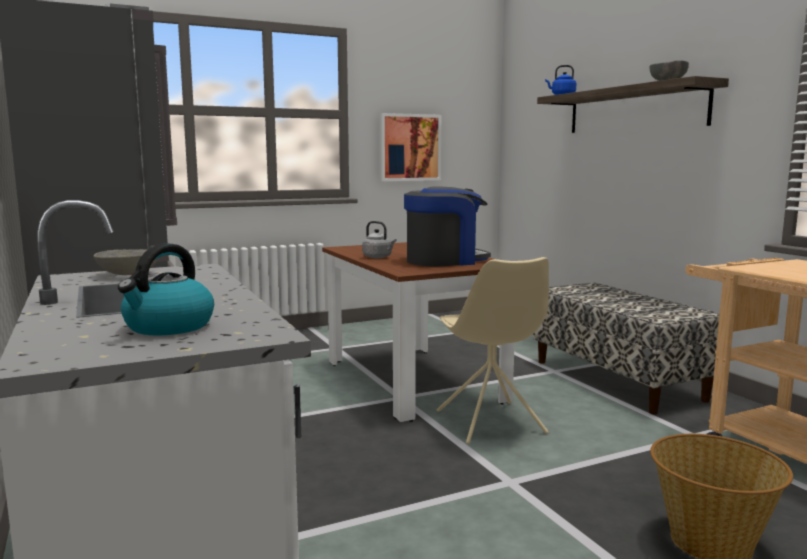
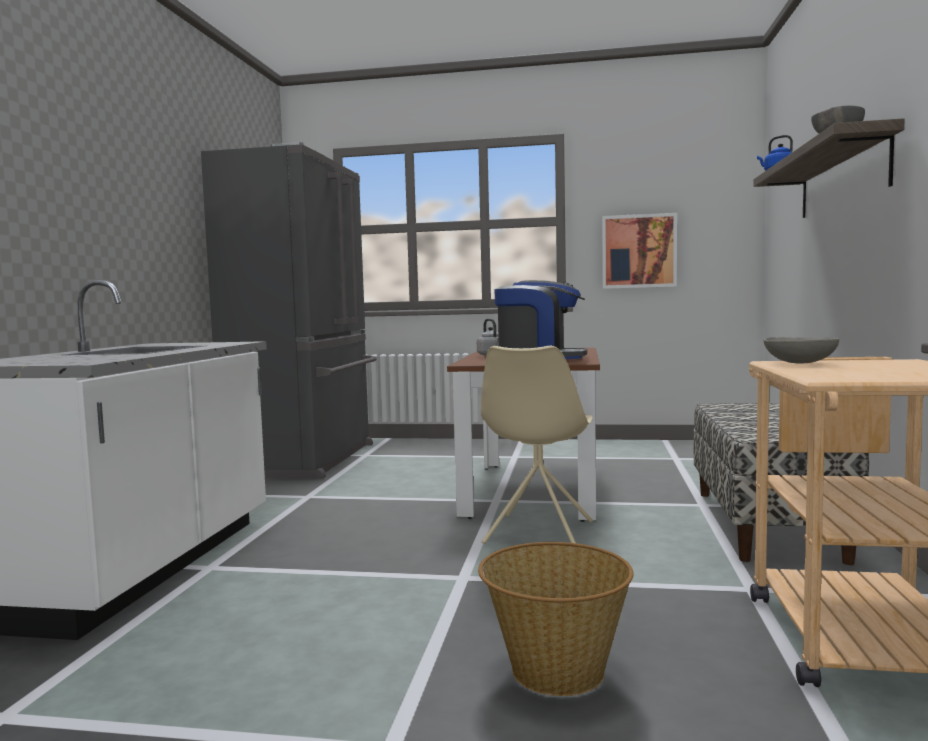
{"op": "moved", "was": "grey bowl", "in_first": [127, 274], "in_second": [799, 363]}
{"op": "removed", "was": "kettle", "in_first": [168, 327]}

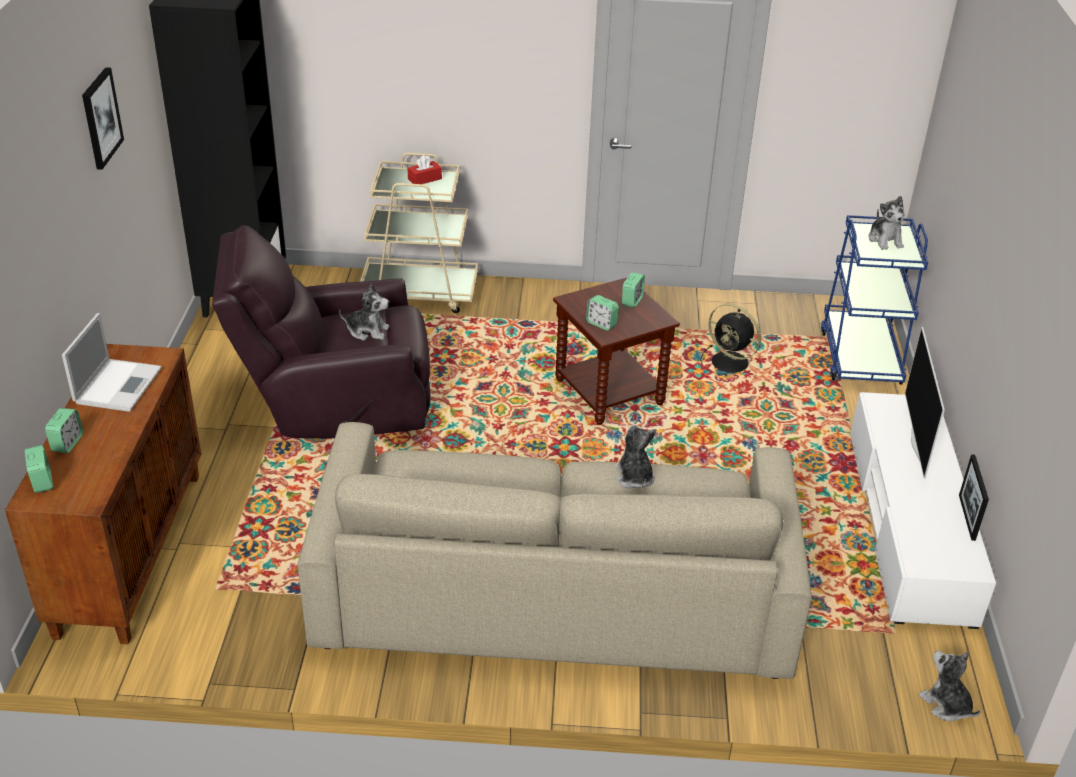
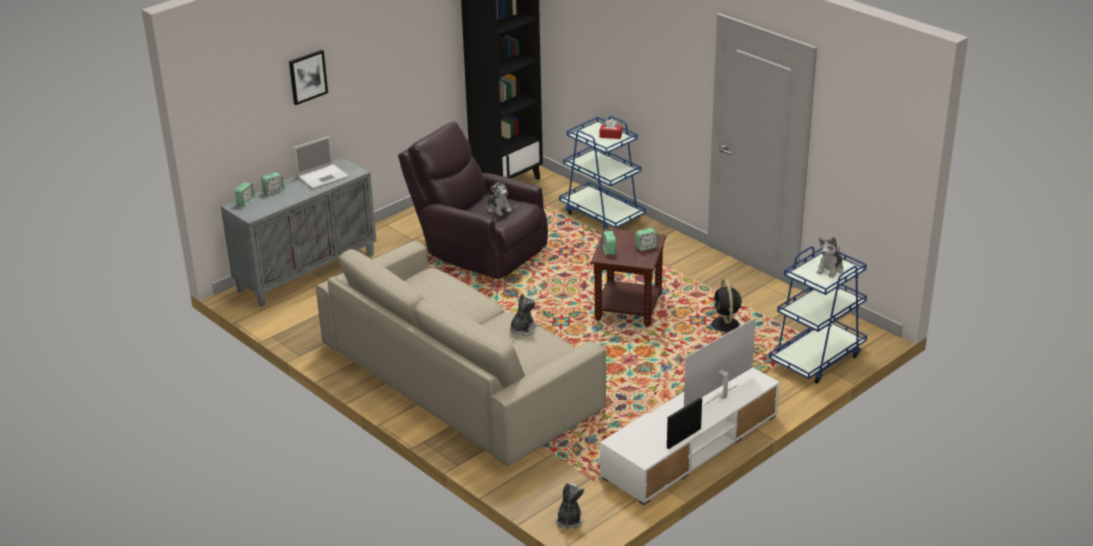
{"op": "recoloured", "was": "brown cabinet", "now": "grey cabinet", "in_first": [129, 551], "in_second": [307, 272]}
{"op": "moved", "was": "picture", "in_first": [101, 118], "in_second": [307, 76]}
{"op": "recoloured", "was": "beige cart", "now": "blue cart", "in_first": [419, 293], "in_second": [602, 214]}

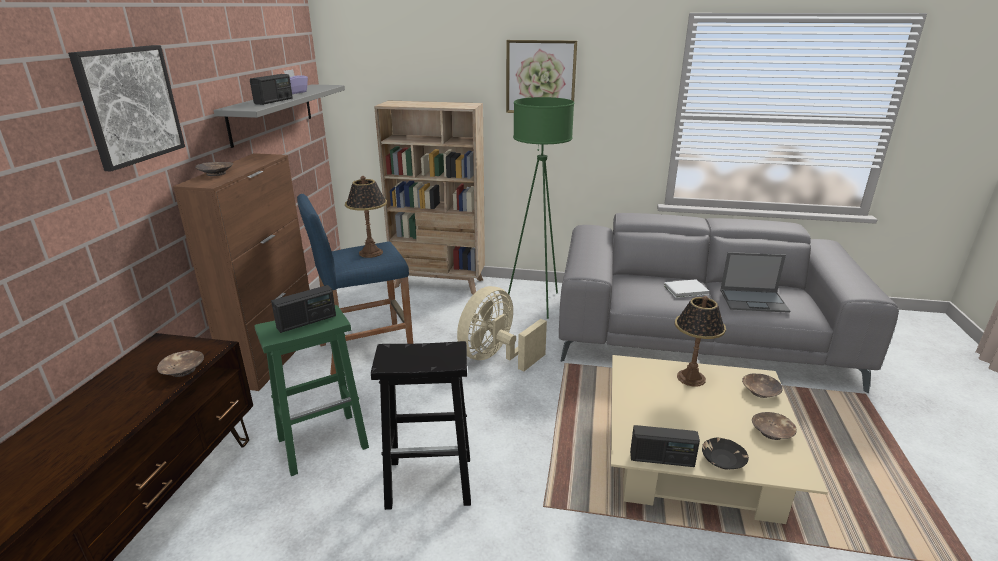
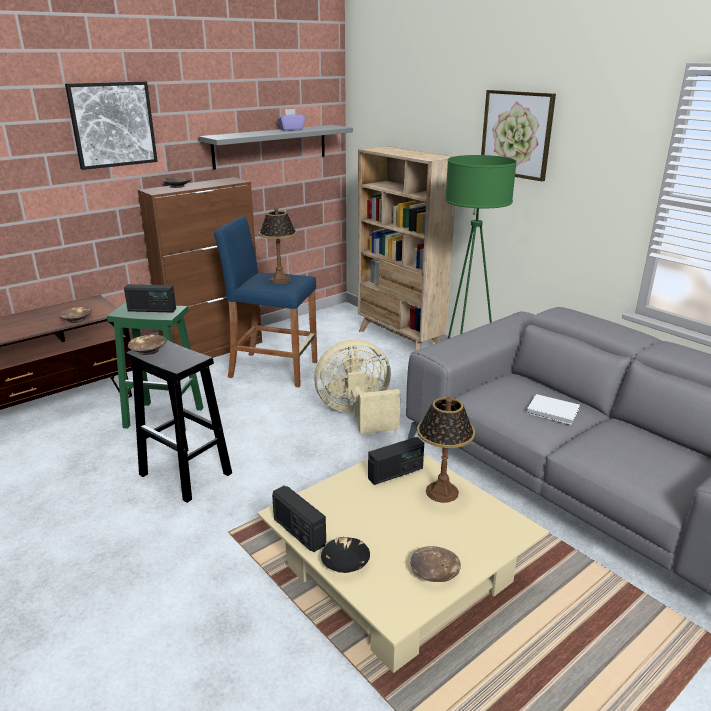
{"op": "moved", "was": "radio", "in_first": [274, 101], "in_second": [395, 473]}
{"op": "removed", "was": "laptop", "in_first": [754, 301]}
{"op": "moved", "was": "brown bowl", "in_first": [760, 391], "in_second": [149, 350]}

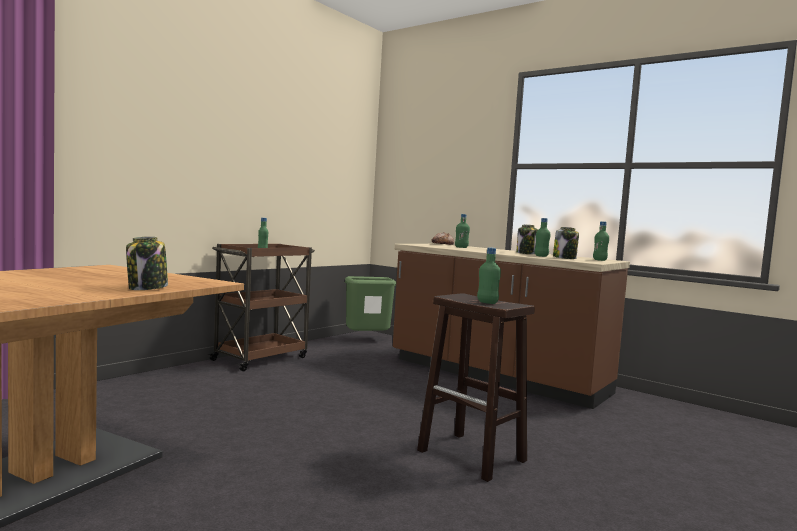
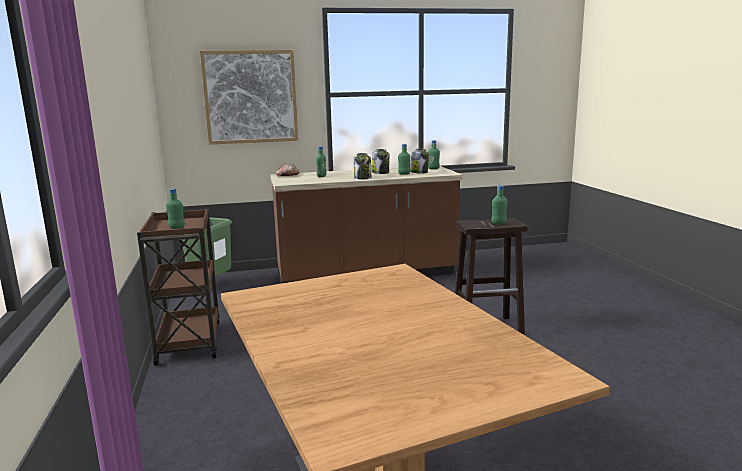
{"op": "moved", "was": "jar", "in_first": [147, 288], "in_second": [363, 178]}
{"op": "added", "now": "picture", "in_second": [250, 97]}

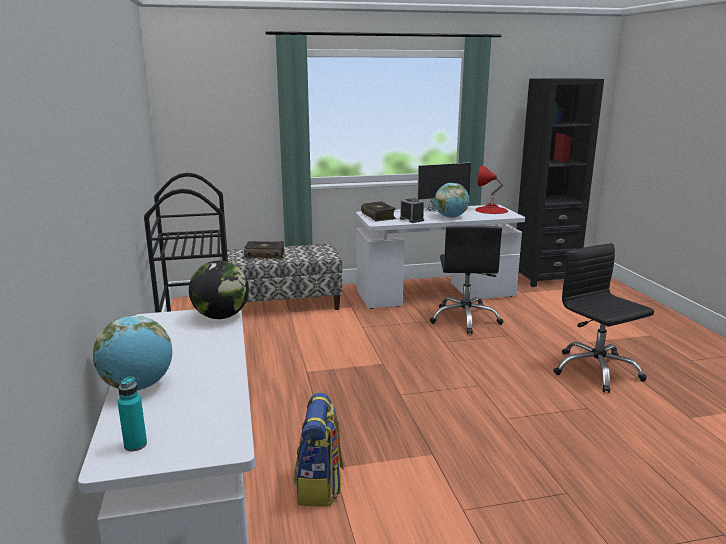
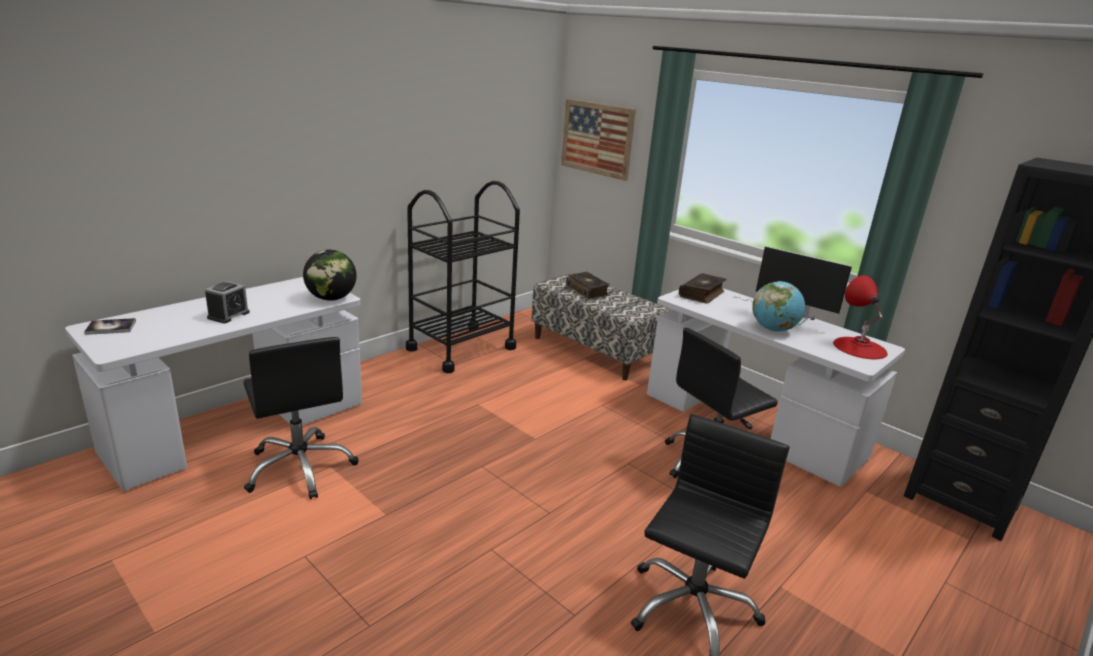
{"op": "removed", "was": "globe", "in_first": [138, 386]}
{"op": "replaced", "was": "turquoise bottle", "now": "book", "in_first": [135, 445], "in_second": [111, 327]}
{"op": "replaced", "was": "backpack", "now": "black office chair", "in_first": [320, 486], "in_second": [300, 468]}
{"op": "moved", "was": "alarm clock", "in_first": [411, 219], "in_second": [228, 315]}
{"op": "added", "now": "picture", "in_second": [597, 138]}

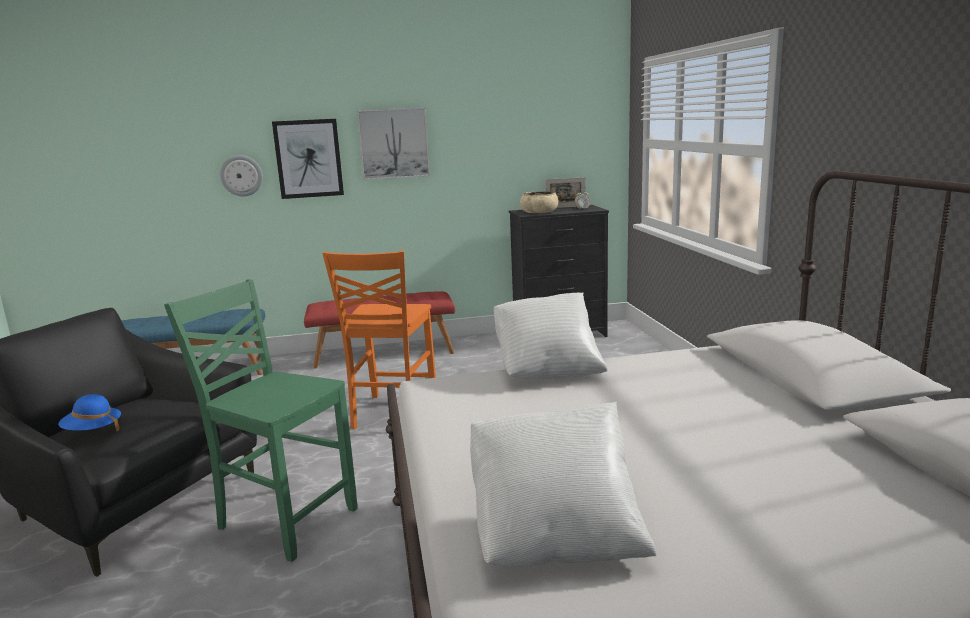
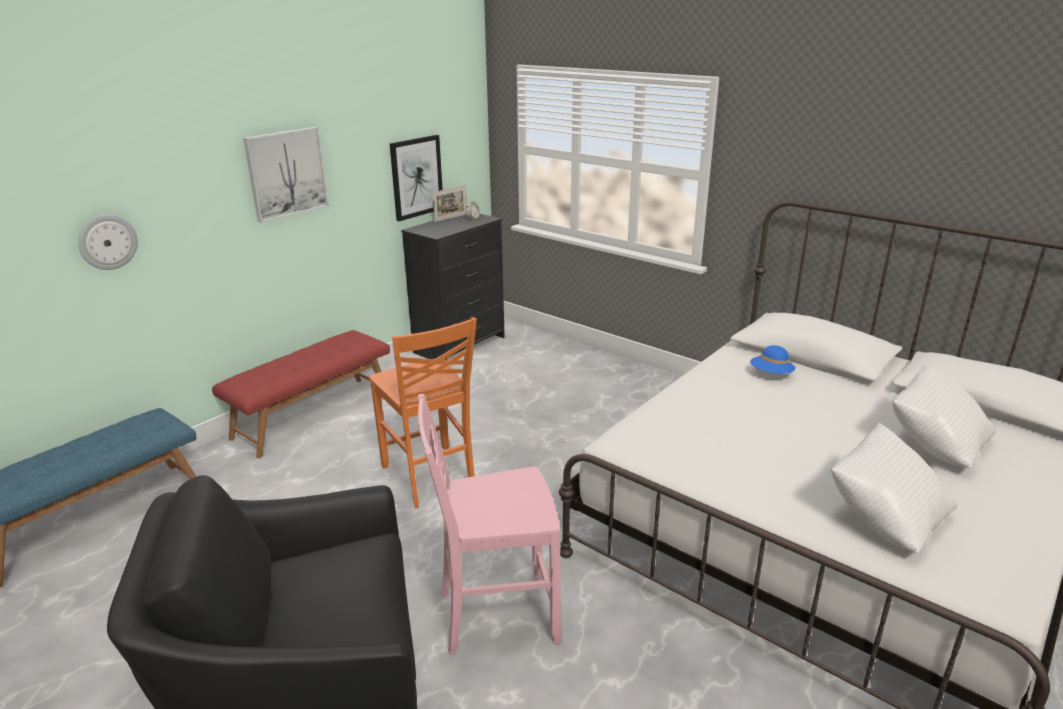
{"op": "moved", "was": "blue hat", "in_first": [93, 431], "in_second": [771, 374]}
{"op": "recoloured", "was": "green chair", "now": "pink chair", "in_first": [285, 519], "in_second": [495, 614]}
{"op": "moved", "was": "picture", "in_first": [308, 158], "in_second": [416, 177]}
{"op": "moved", "was": "white pillow", "in_first": [547, 369], "in_second": [935, 446]}
{"op": "removed", "was": "beige bowl", "in_first": [539, 212]}

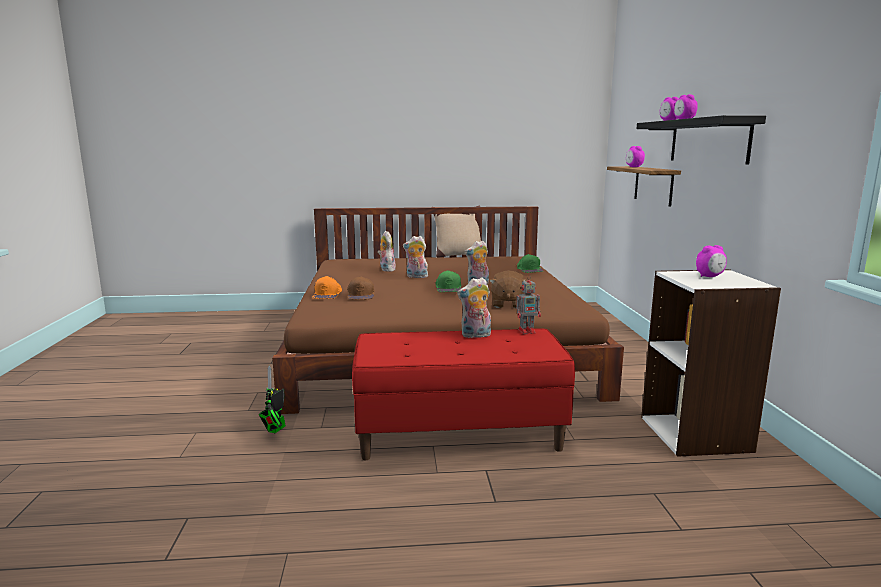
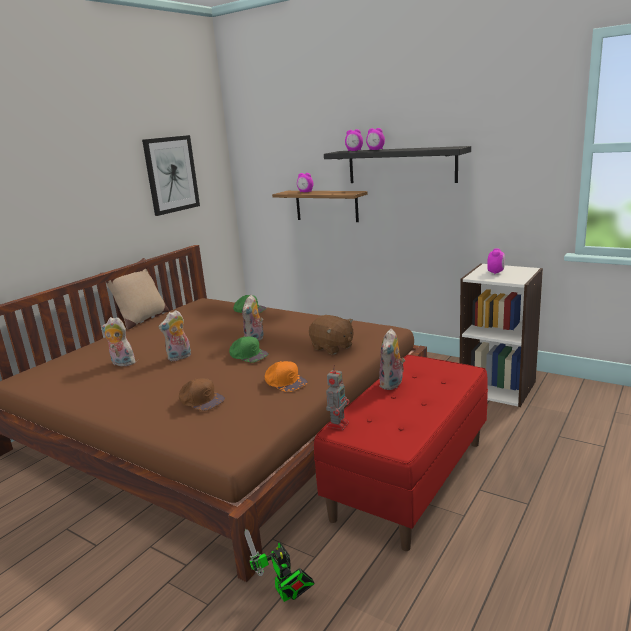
{"op": "moved", "was": "orange cap", "in_first": [328, 294], "in_second": [285, 382]}
{"op": "moved", "was": "toy robot", "in_first": [527, 331], "in_second": [338, 424]}
{"op": "added", "now": "picture", "in_second": [171, 174]}

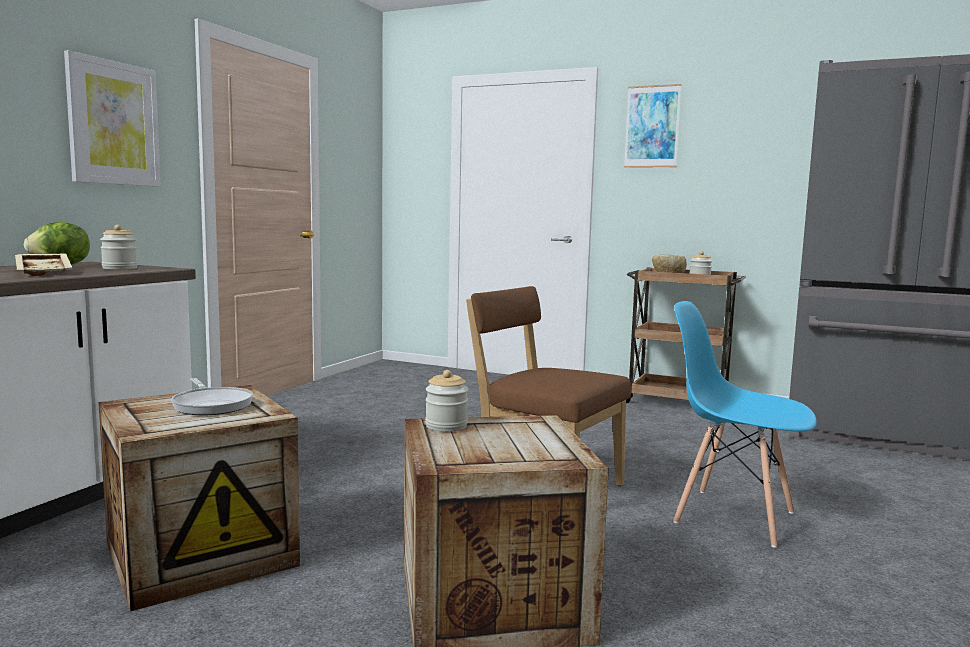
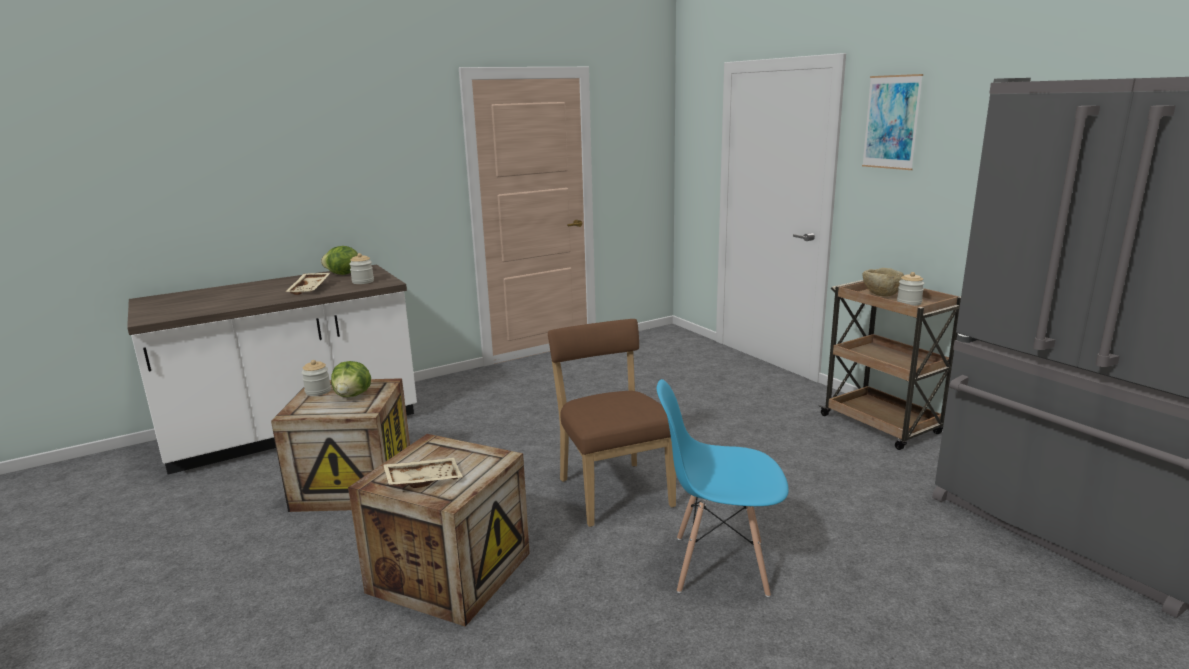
{"op": "removed", "was": "picture", "in_first": [113, 123]}
{"op": "replaced", "was": "frying pan", "now": "lettuce", "in_first": [212, 405], "in_second": [353, 395]}
{"op": "moved", "was": "jar", "in_first": [446, 426], "in_second": [318, 391]}
{"op": "turned", "was": "blue chair", "in_first": [733, 516], "in_second": [719, 565], "clockwise": -60}
{"op": "added", "now": "beige tray", "in_second": [423, 479]}

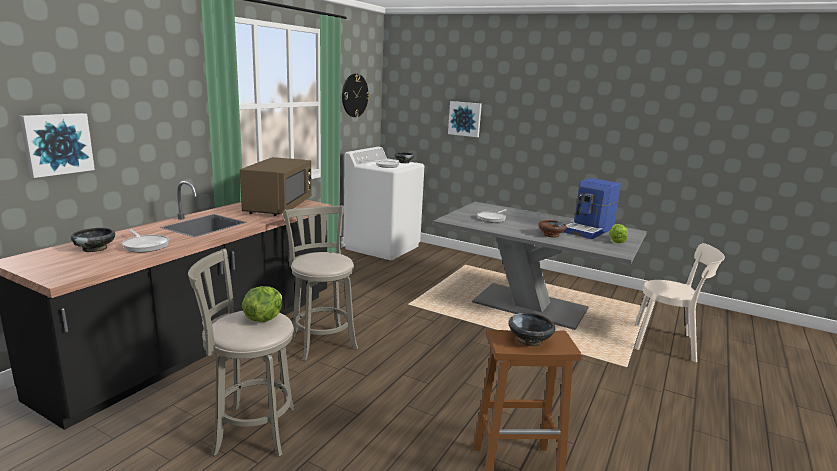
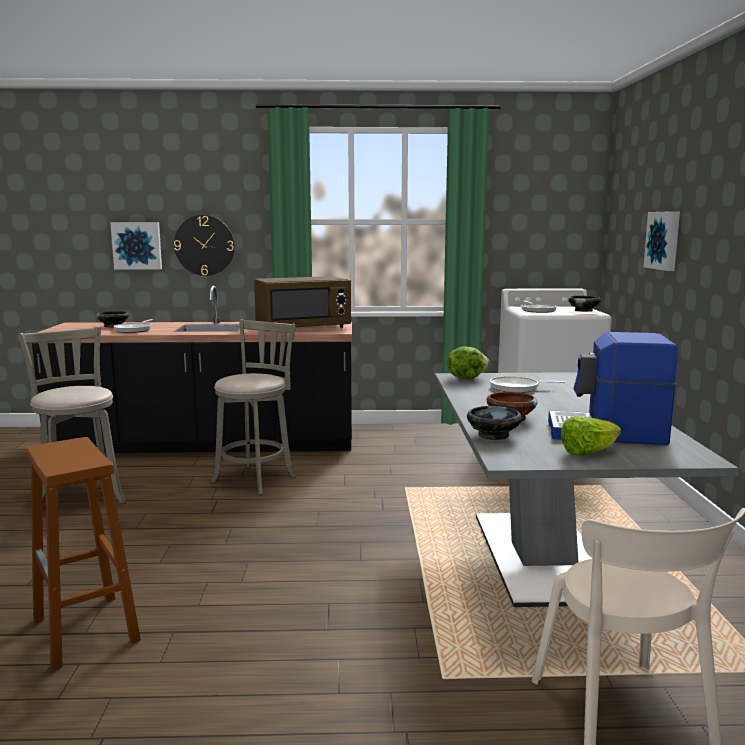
{"op": "moved", "was": "lettuce", "in_first": [263, 318], "in_second": [466, 378]}
{"op": "moved", "was": "wall clock", "in_first": [354, 95], "in_second": [204, 245]}
{"op": "moved", "was": "black bowl", "in_first": [529, 340], "in_second": [493, 435]}

